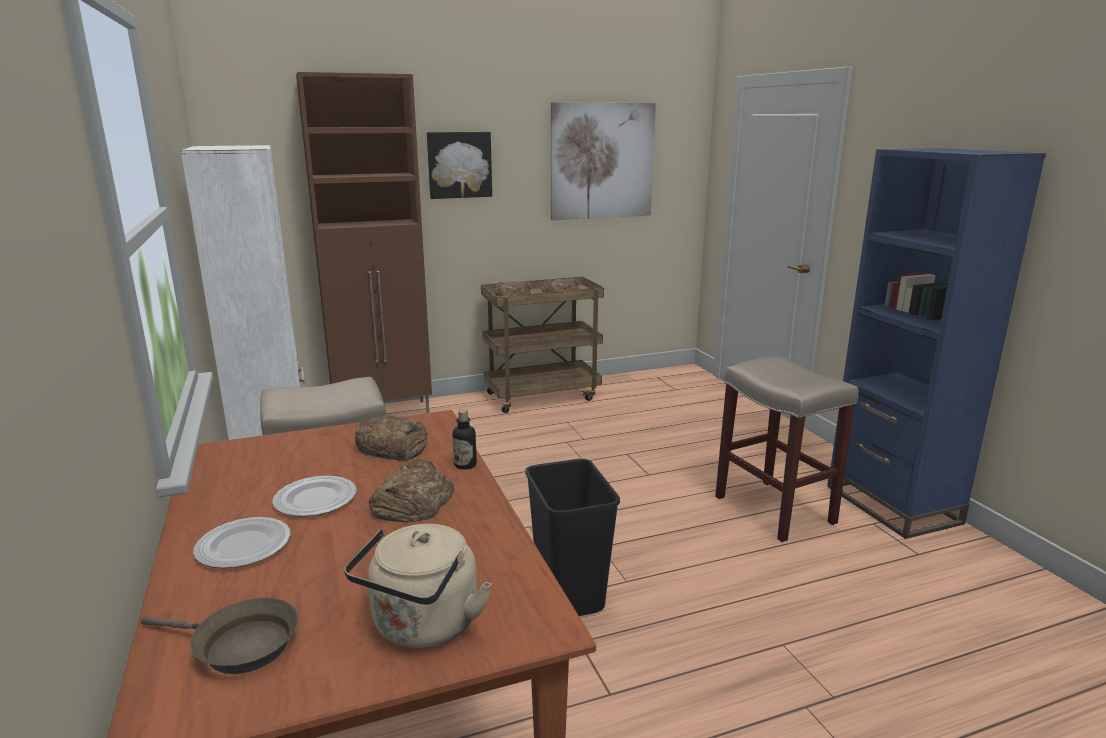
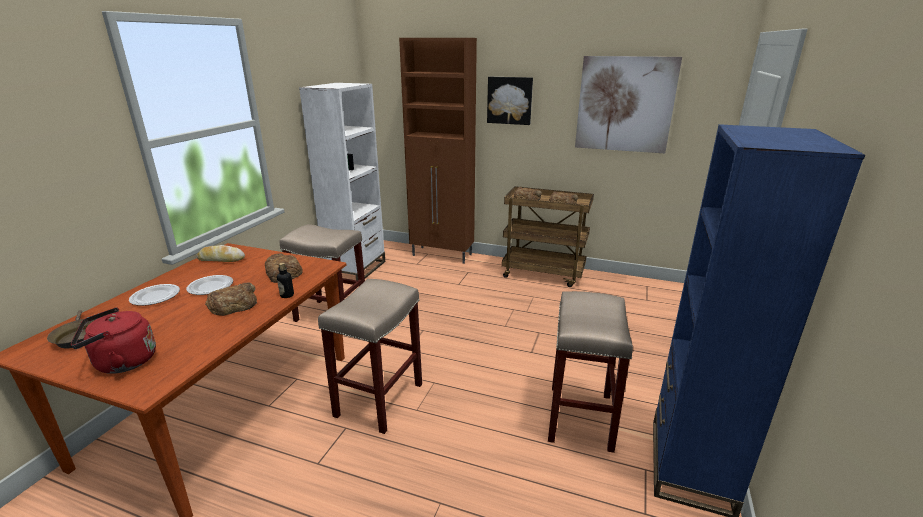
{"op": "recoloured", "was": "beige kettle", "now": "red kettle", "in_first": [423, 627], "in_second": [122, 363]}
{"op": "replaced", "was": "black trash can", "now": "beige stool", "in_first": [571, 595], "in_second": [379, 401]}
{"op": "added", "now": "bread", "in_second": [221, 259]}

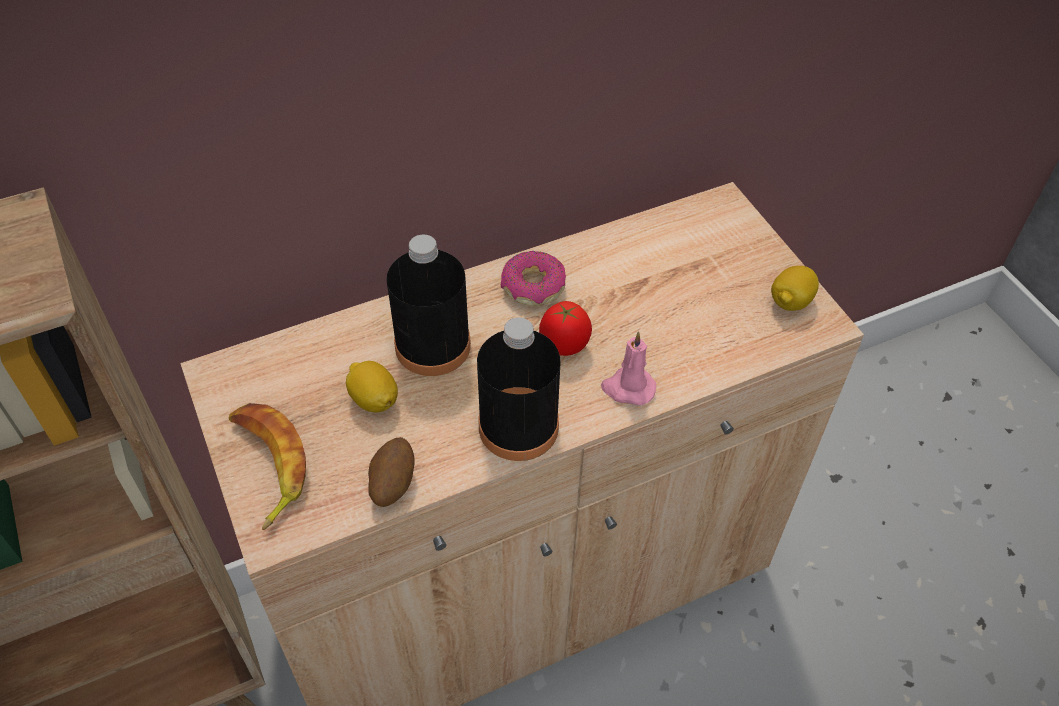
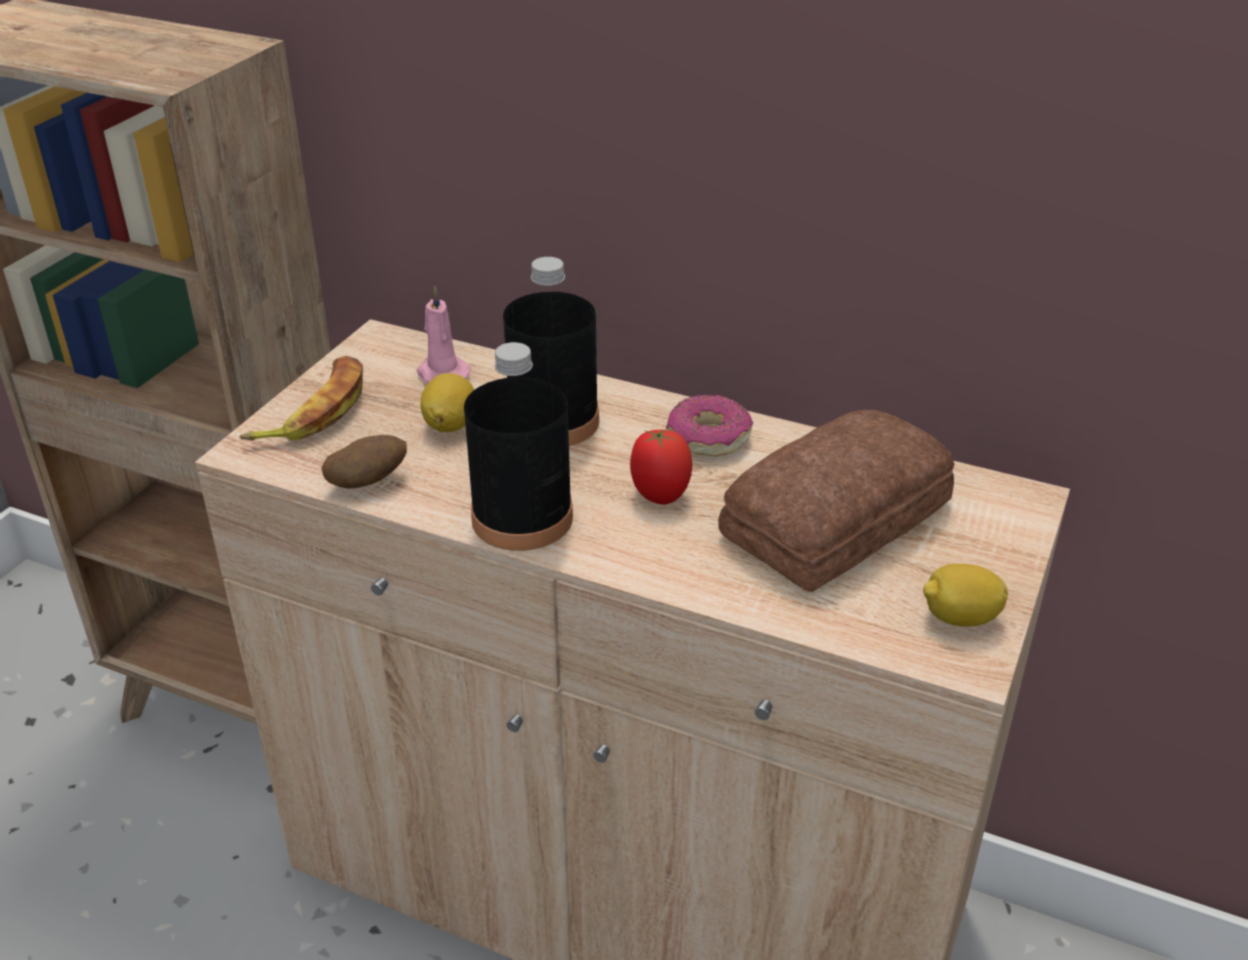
{"op": "moved", "was": "pink candle", "in_first": [628, 388], "in_second": [441, 373]}
{"op": "added", "now": "bread", "in_second": [842, 520]}

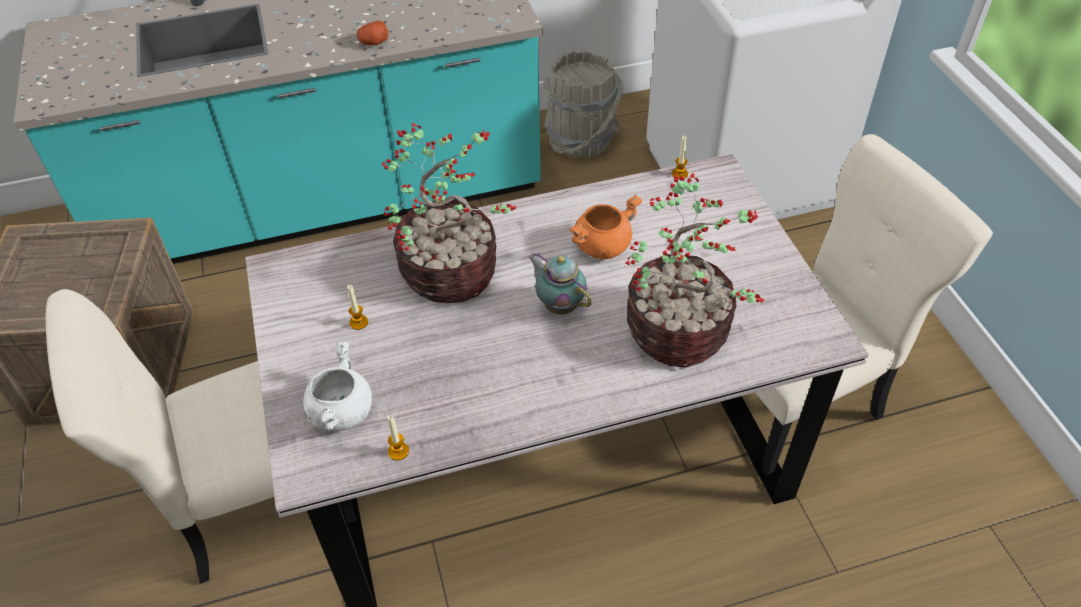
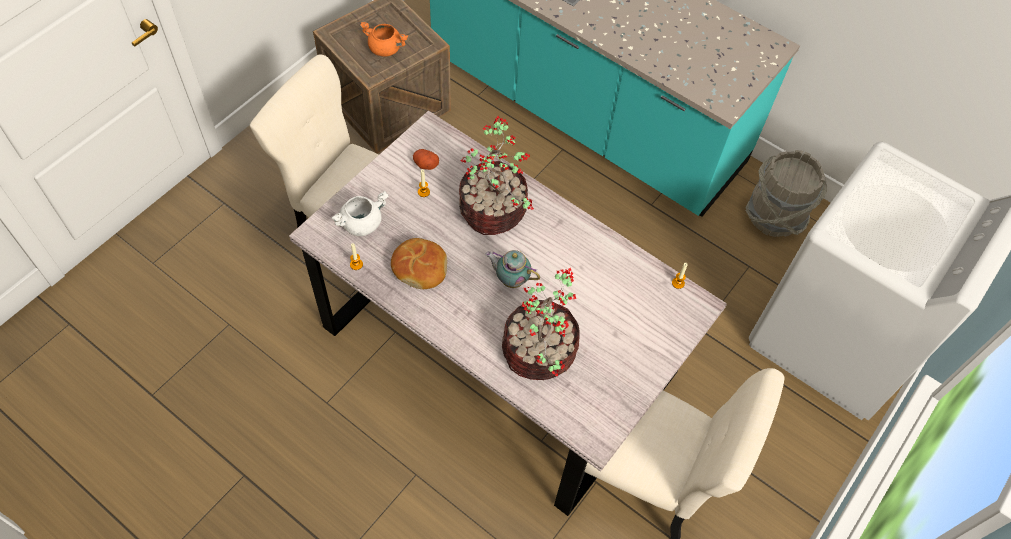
{"op": "moved", "was": "potato", "in_first": [374, 43], "in_second": [425, 164]}
{"op": "turned", "was": "teapot", "in_first": [559, 305], "in_second": [511, 279], "clockwise": -75}
{"op": "moved", "was": "orange cooking pot", "in_first": [602, 245], "in_second": [386, 49]}
{"op": "added", "now": "bread", "in_second": [420, 267]}

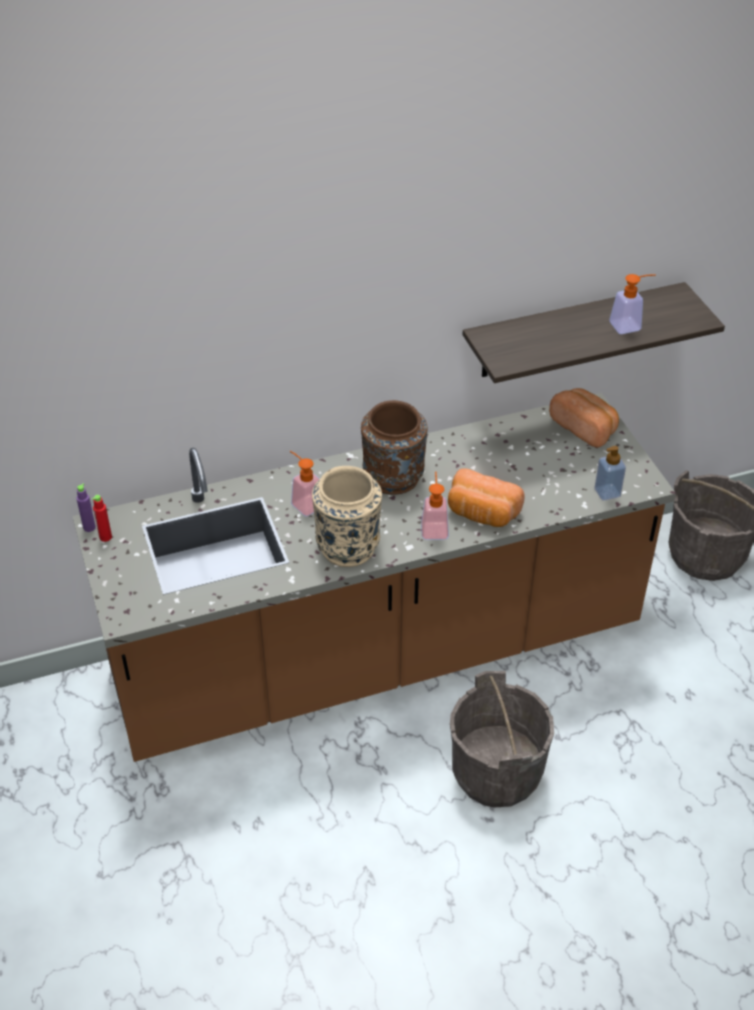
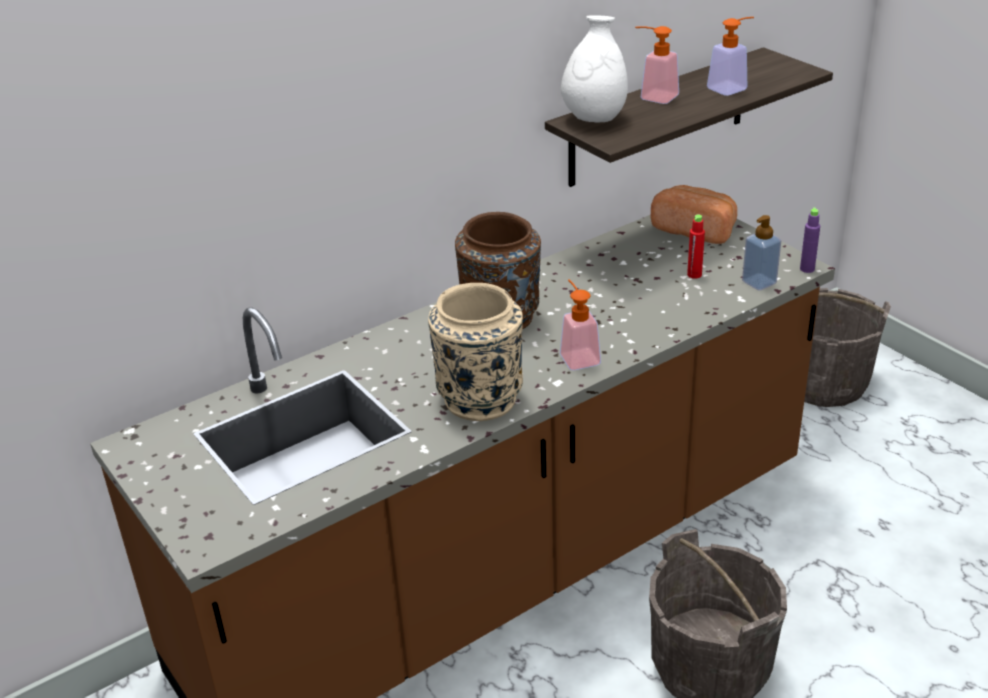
{"op": "moved", "was": "purple bottle", "in_first": [89, 527], "in_second": [807, 269]}
{"op": "moved", "was": "red bottle", "in_first": [105, 537], "in_second": [694, 275]}
{"op": "moved", "was": "soap dispenser", "in_first": [304, 502], "in_second": [653, 96]}
{"op": "removed", "was": "bread", "in_first": [481, 514]}
{"op": "added", "now": "white vase", "in_second": [594, 119]}

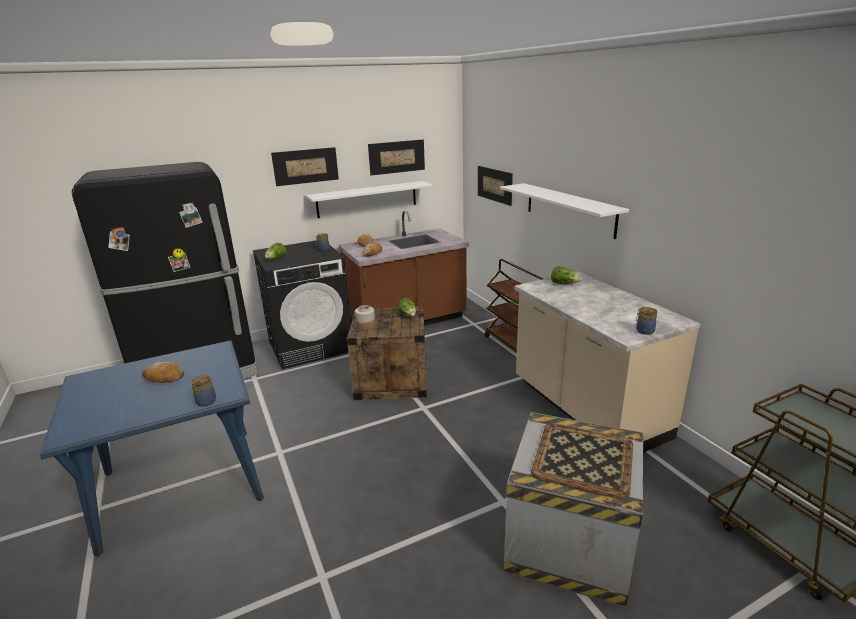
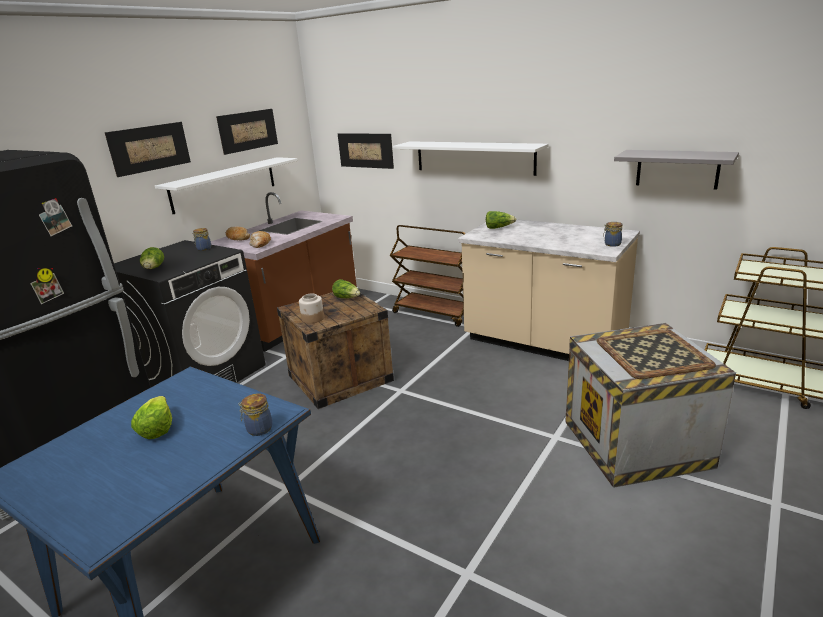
{"op": "replaced", "was": "bread", "now": "lettuce", "in_first": [163, 378], "in_second": [157, 429]}
{"op": "added", "now": "grey shelf", "in_second": [677, 169]}

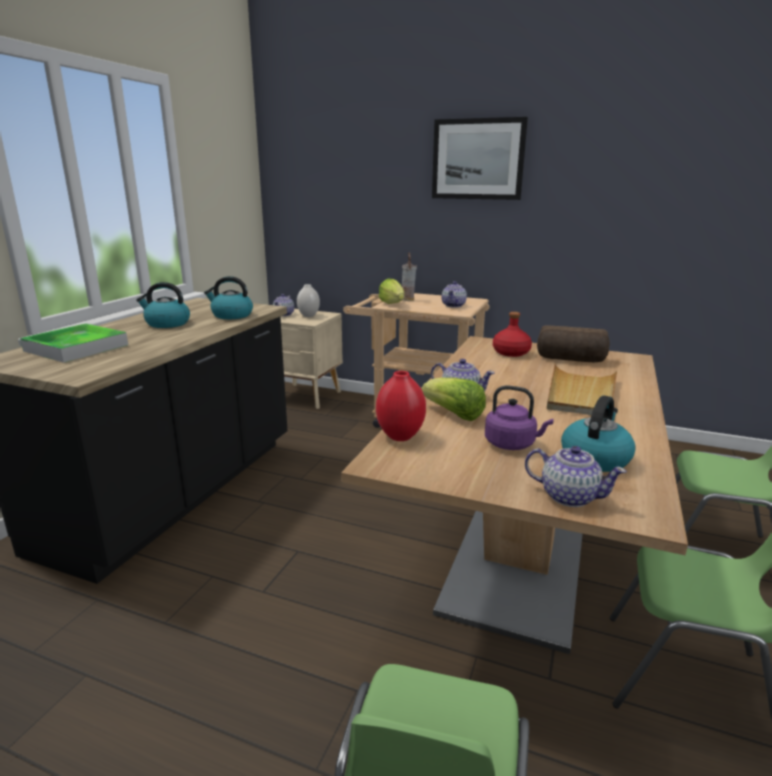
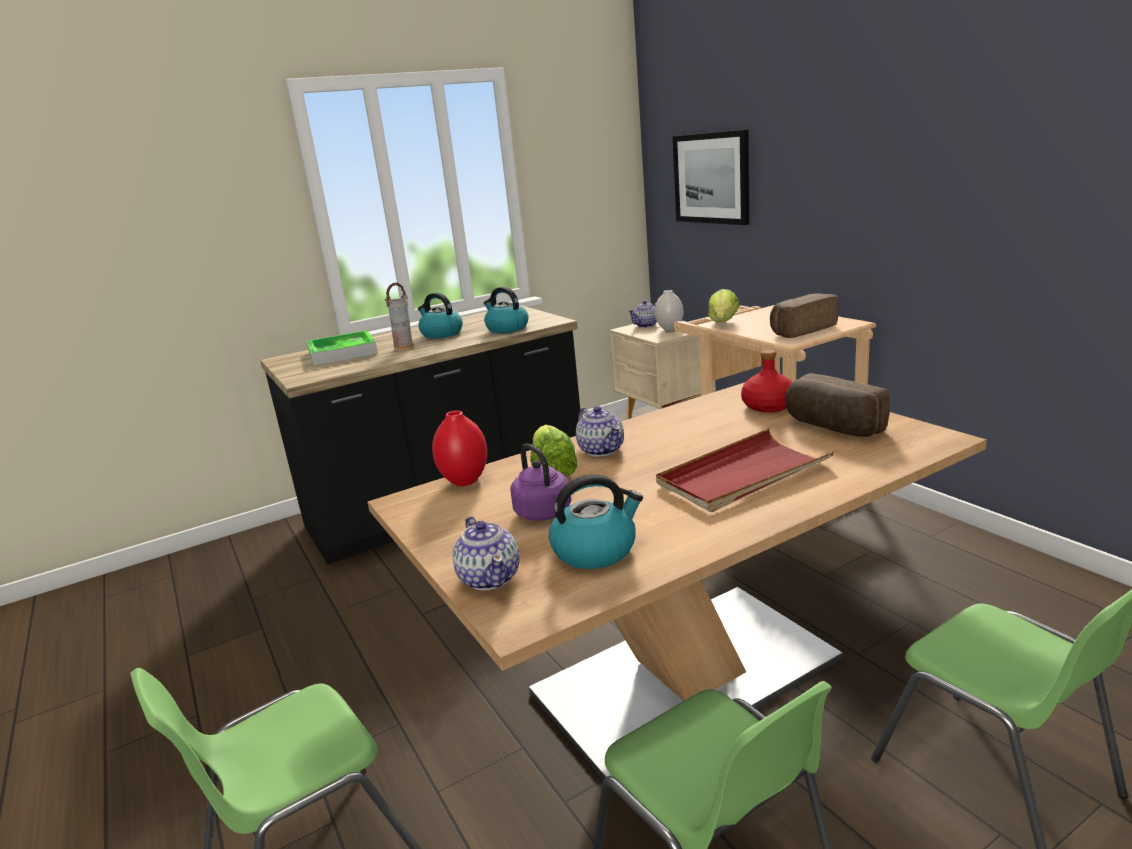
{"op": "moved", "was": "vase", "in_first": [408, 300], "in_second": [404, 348]}
{"op": "moved", "was": "picture", "in_first": [478, 159], "in_second": [711, 178]}
{"op": "replaced", "was": "teapot", "now": "bread", "in_first": [454, 305], "in_second": [801, 330]}
{"op": "recoloured", "was": "beige tray", "now": "red tray", "in_first": [580, 394], "in_second": [742, 475]}

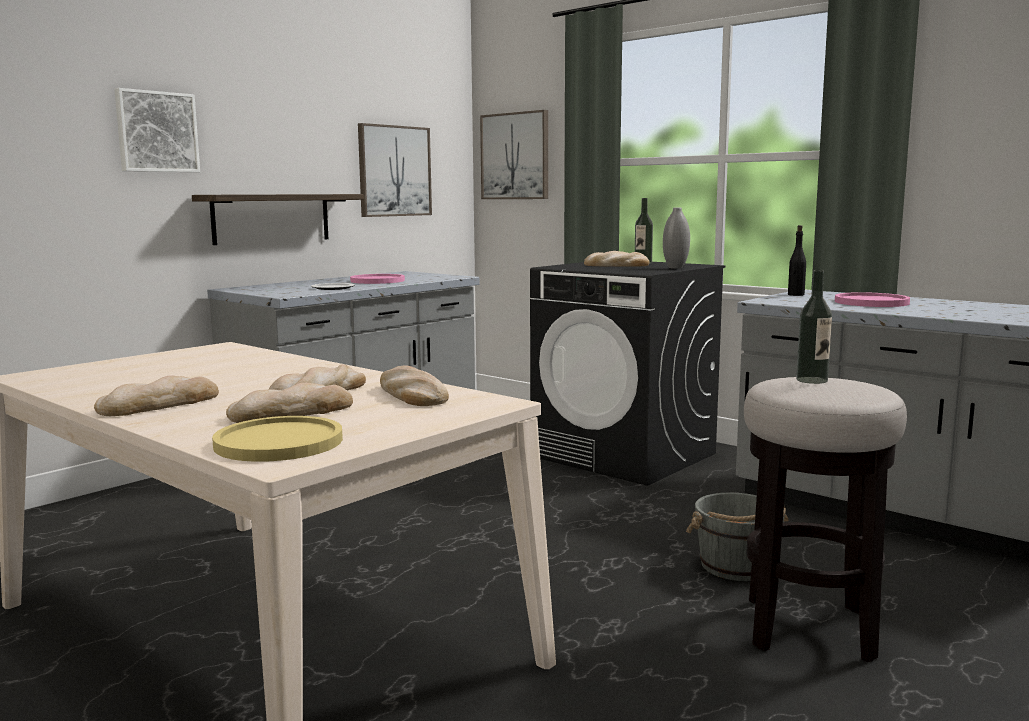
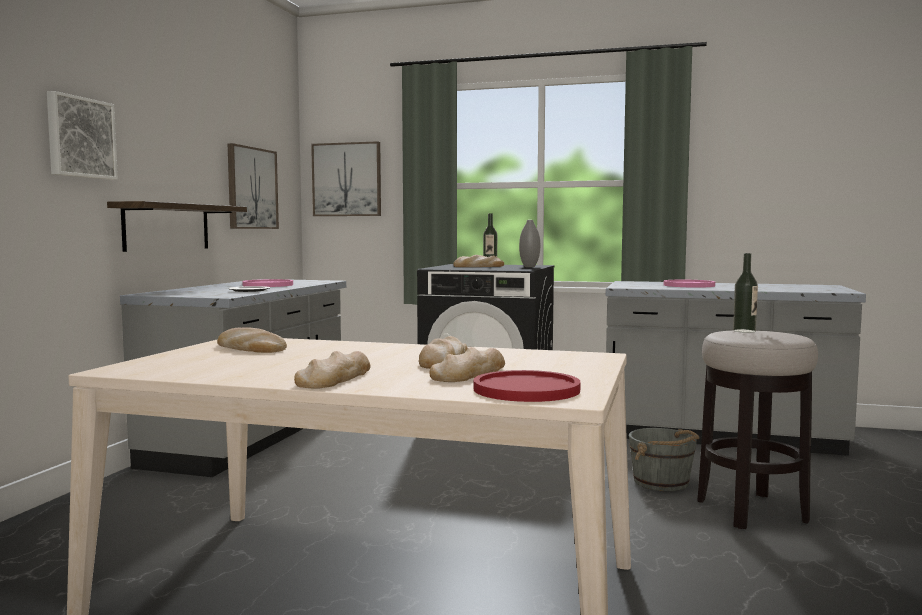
{"op": "recoloured", "was": "yellow plate", "now": "red plate", "in_first": [279, 442], "in_second": [526, 389]}
{"op": "moved", "was": "bread", "in_first": [411, 394], "in_second": [249, 348]}
{"op": "removed", "was": "black bottle", "in_first": [795, 295]}

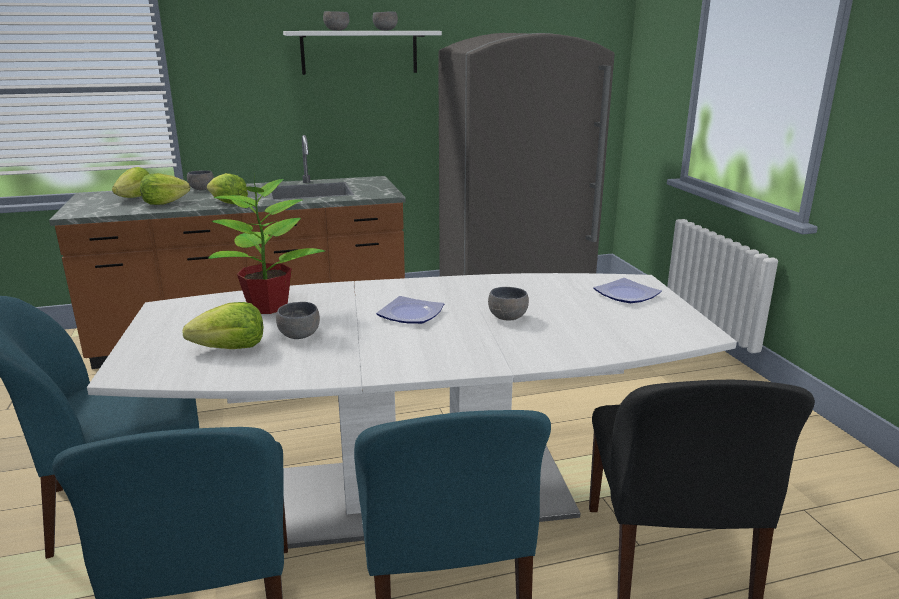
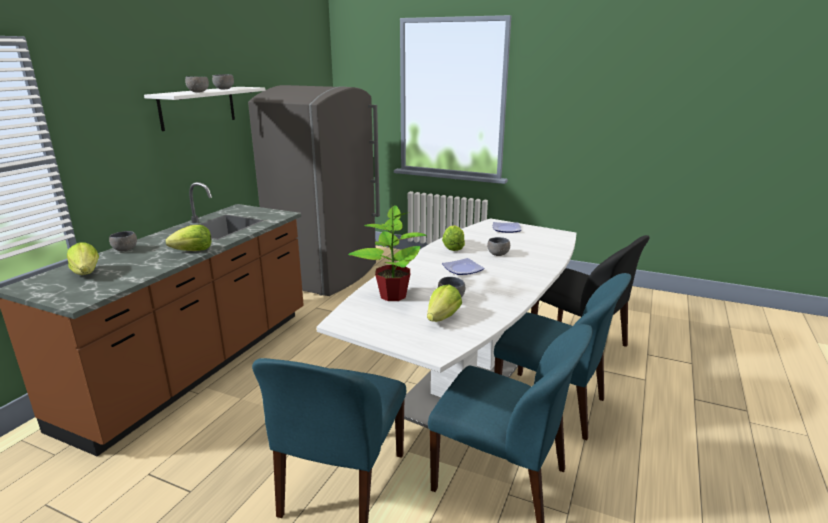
{"op": "moved", "was": "lettuce", "in_first": [164, 203], "in_second": [453, 247]}

